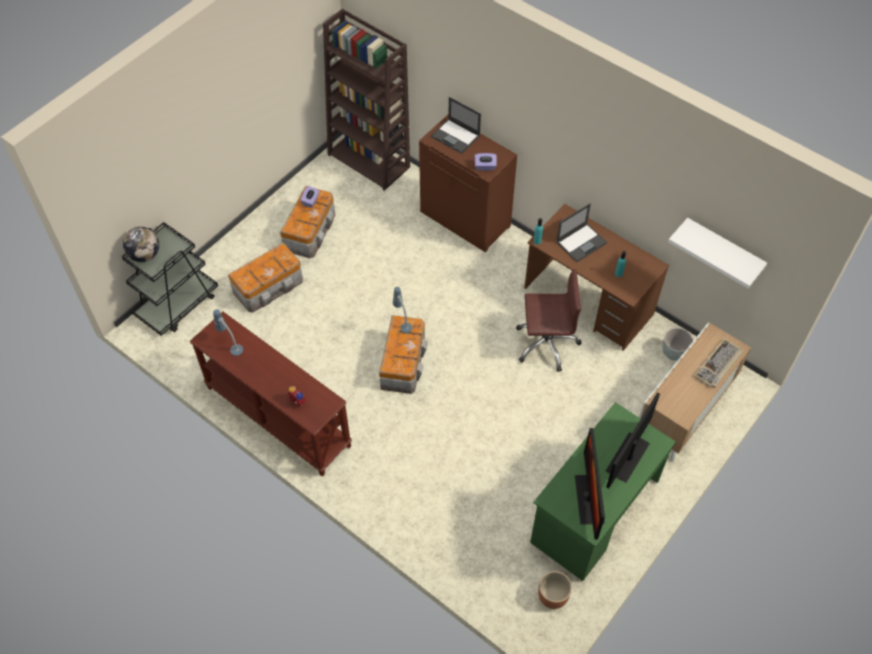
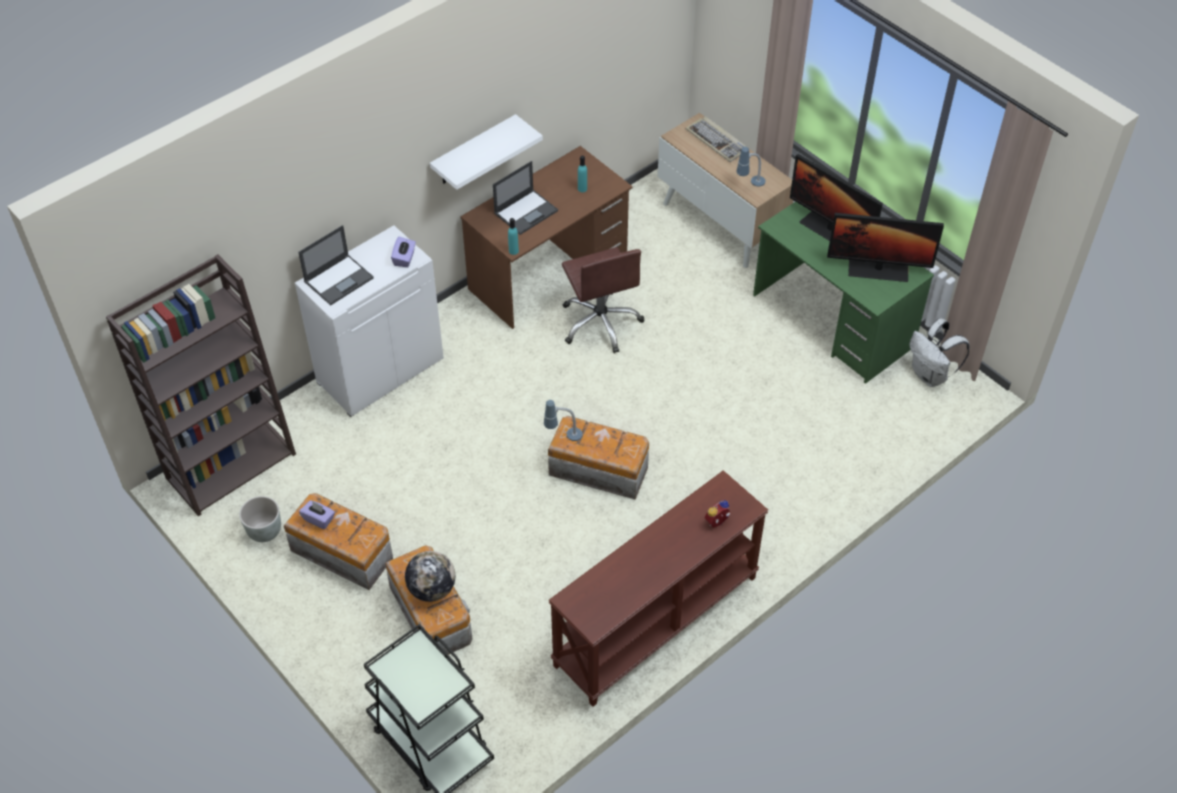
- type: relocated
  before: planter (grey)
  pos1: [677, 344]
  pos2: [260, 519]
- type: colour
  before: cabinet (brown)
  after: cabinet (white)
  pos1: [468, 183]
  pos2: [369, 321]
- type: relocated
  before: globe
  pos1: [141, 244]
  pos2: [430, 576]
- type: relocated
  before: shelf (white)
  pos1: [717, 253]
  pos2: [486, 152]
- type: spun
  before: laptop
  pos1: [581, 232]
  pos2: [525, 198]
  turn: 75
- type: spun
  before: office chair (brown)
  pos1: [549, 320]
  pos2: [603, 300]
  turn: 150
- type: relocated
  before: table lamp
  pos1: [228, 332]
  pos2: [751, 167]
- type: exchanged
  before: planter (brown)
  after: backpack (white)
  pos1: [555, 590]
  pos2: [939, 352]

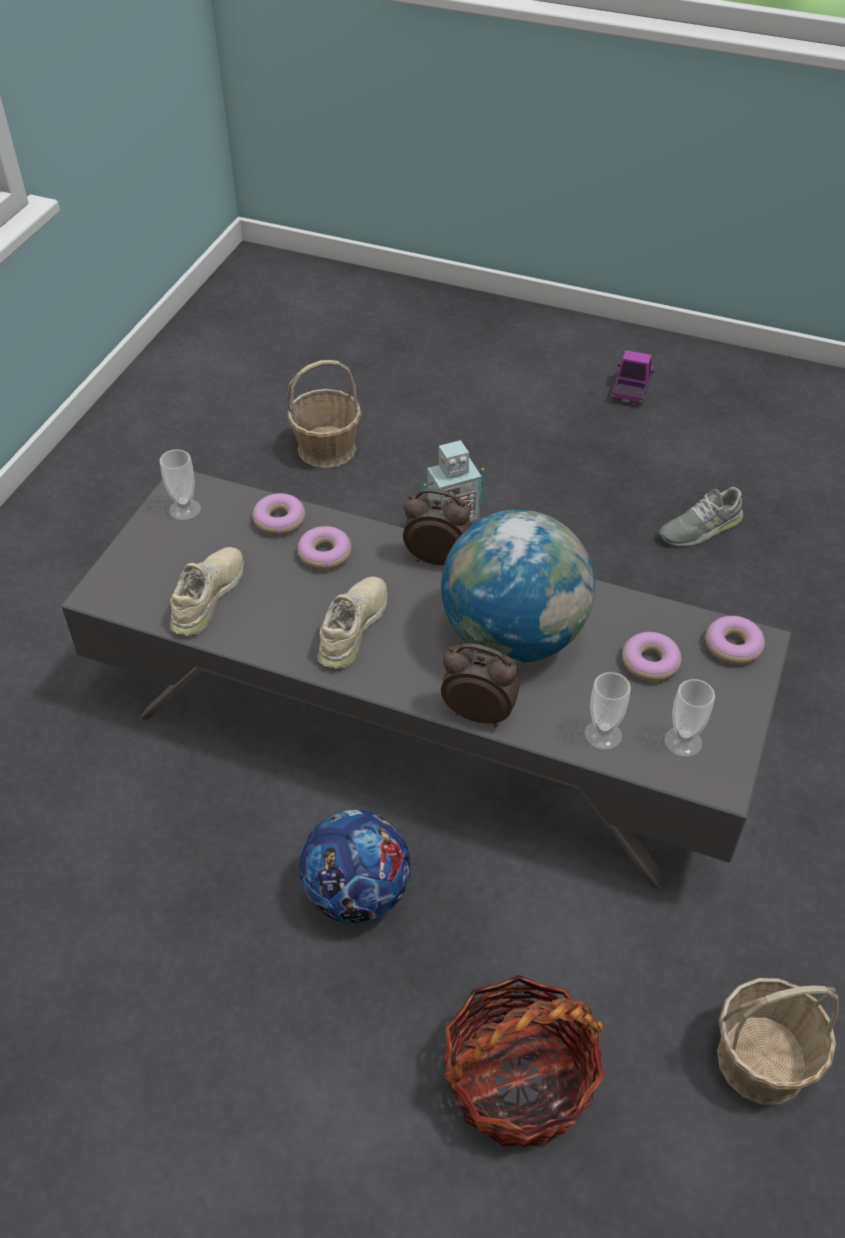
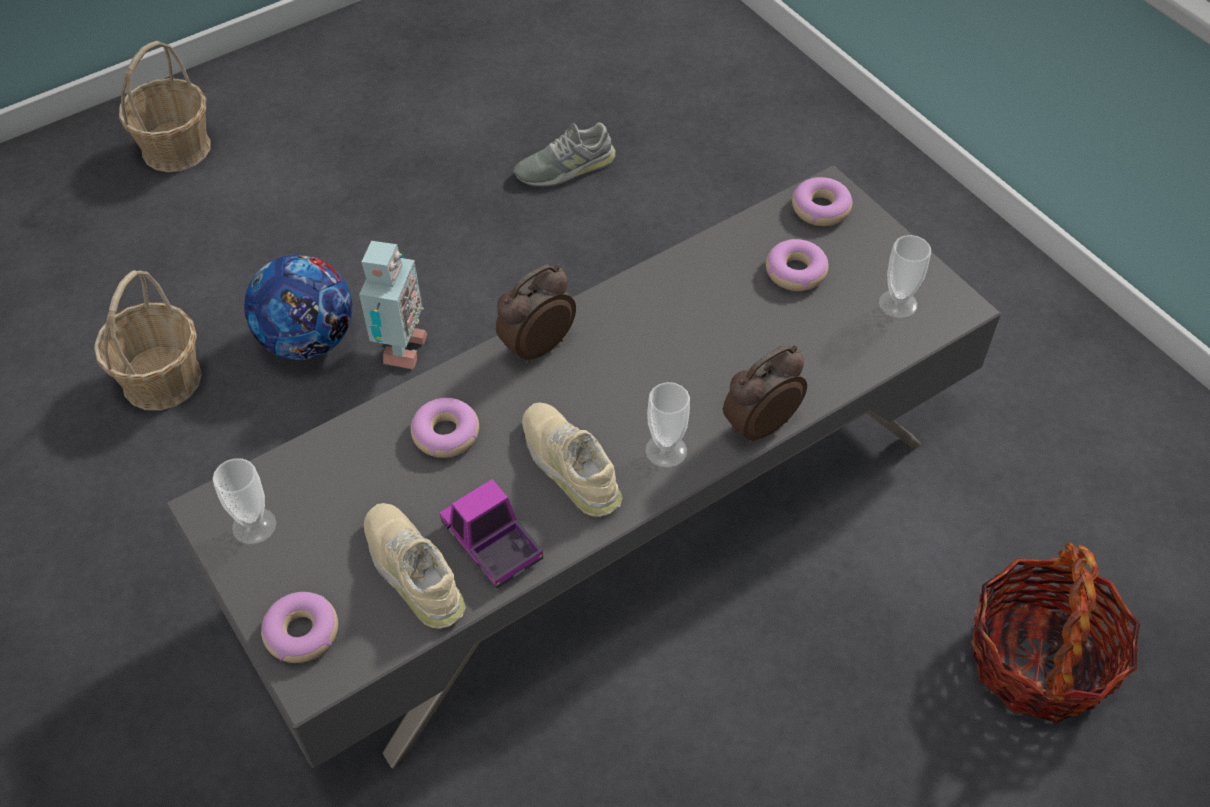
- type: relocated
  before: basket
  pos1: [778, 1041]
  pos2: [165, 106]
- type: relocated
  before: football
  pos1: [355, 866]
  pos2: [298, 307]
- type: relocated
  before: donut
  pos1: [279, 514]
  pos2: [299, 627]
- type: relocated
  before: toy truck
  pos1: [632, 377]
  pos2: [491, 534]
- type: spun
  before: shoe (grey)
  pos1: [700, 517]
  pos2: [564, 154]
  turn: 60
- type: relocated
  before: cup
  pos1: [607, 711]
  pos2: [667, 425]
- type: missing
  before: globe
  pos1: [518, 586]

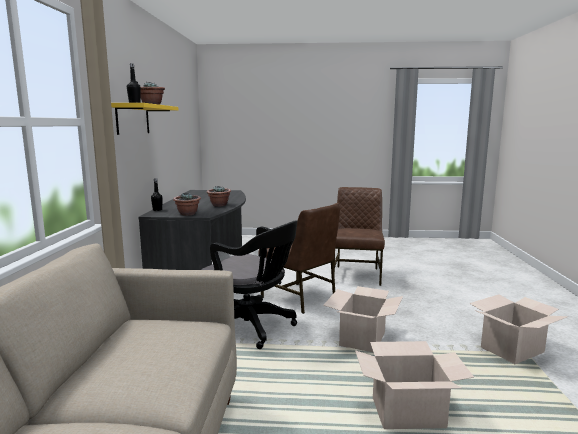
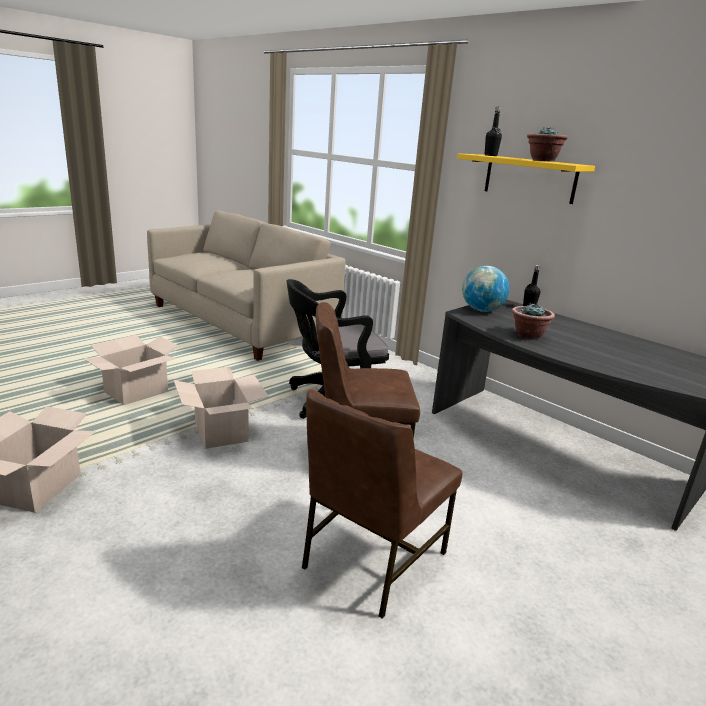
- type: spun
  before: chair (brown)
  pos1: [359, 236]
  pos2: [382, 504]
  turn: 75
- type: exchanged
  before: potted plant
  after: globe
  pos1: [187, 204]
  pos2: [485, 289]

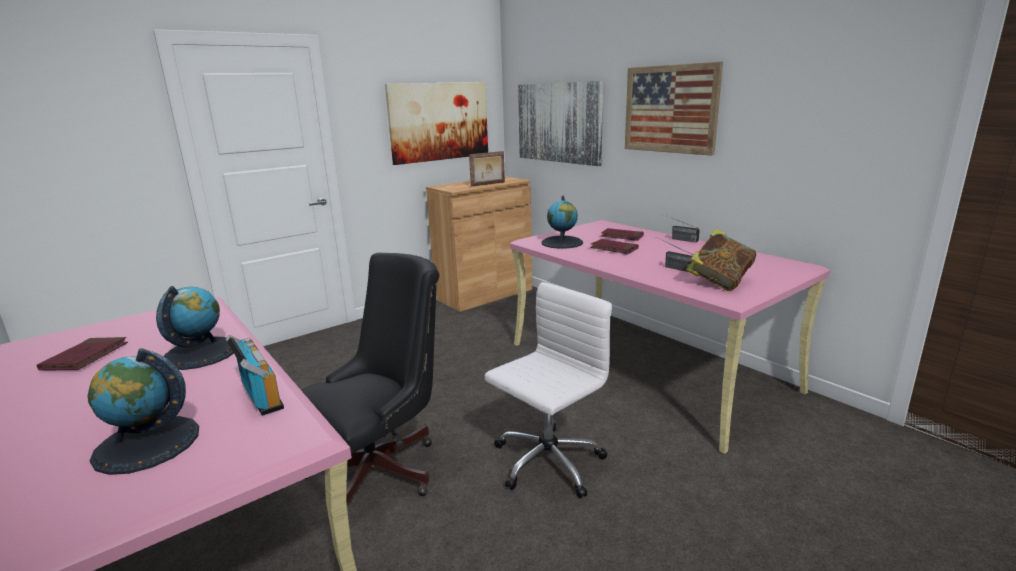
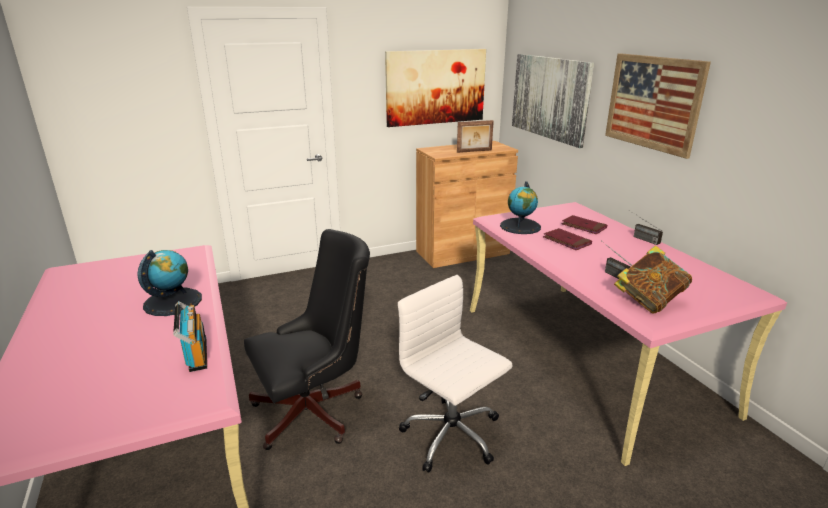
- type: spun
  before: office chair (white)
  pos1: [548, 390]
  pos2: [455, 374]
  turn: -105
- type: missing
  before: book (red)
  pos1: [82, 354]
- type: missing
  before: globe
  pos1: [143, 412]

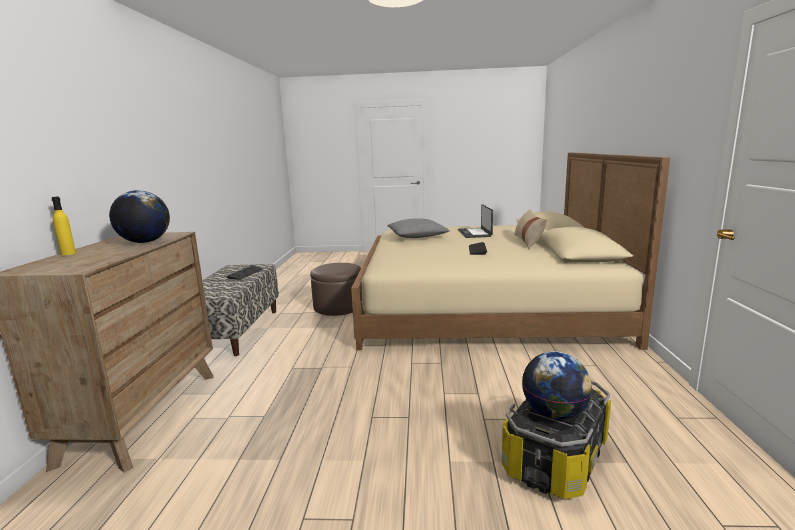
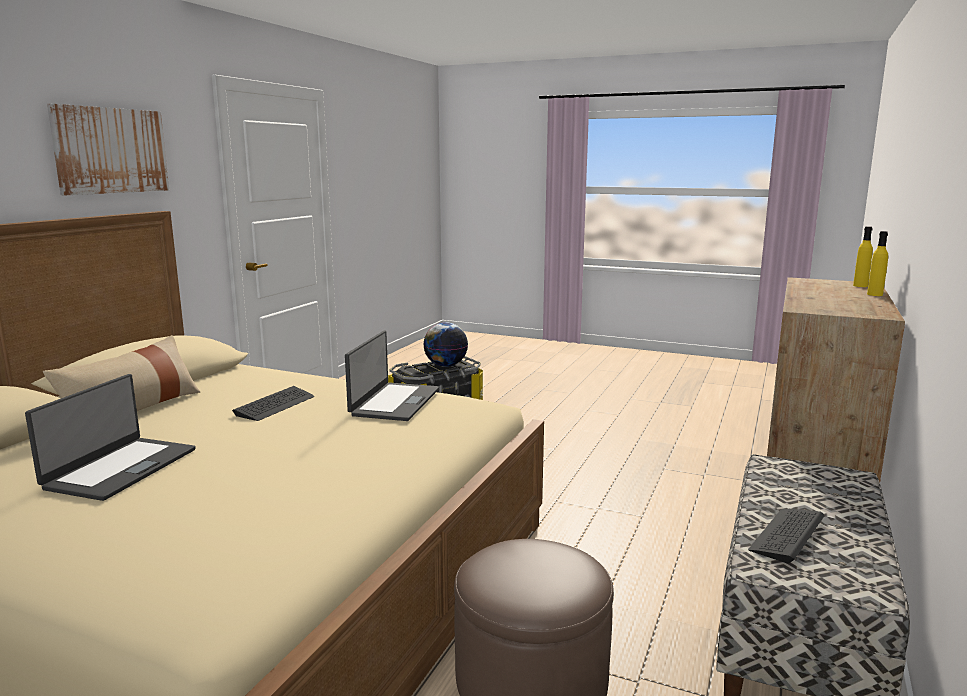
- type: appeared
  after: picture
  pos2: [108, 149]
- type: appeared
  after: laptop
  pos2: [392, 376]
- type: appeared
  after: bottle (yellow)
  pos2: [863, 256]
- type: missing
  before: globe
  pos1: [139, 216]
- type: missing
  before: pillow (grey)
  pos1: [418, 228]

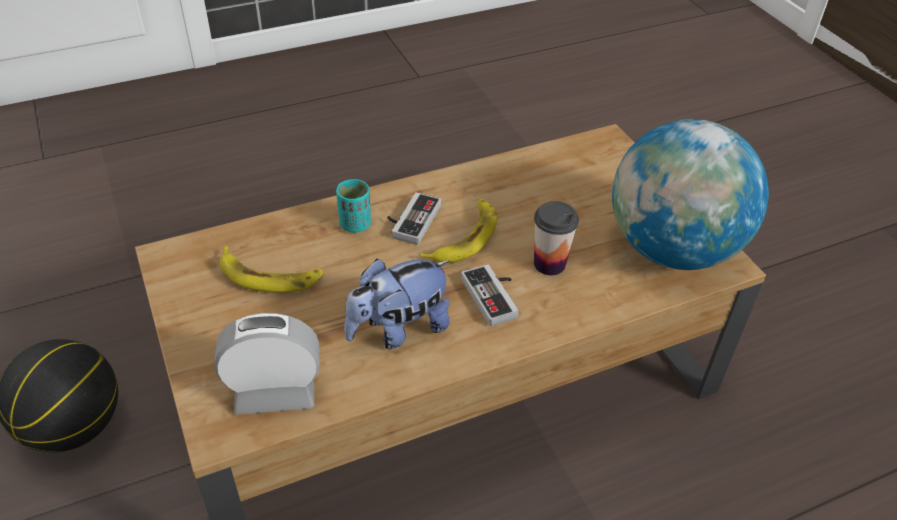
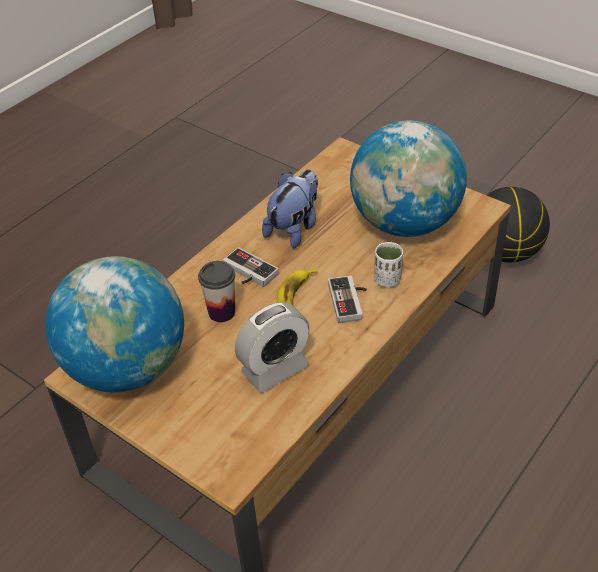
- type: relocated
  before: alarm clock
  pos1: [267, 364]
  pos2: [272, 347]
- type: exchanged
  before: banana
  after: globe
  pos1: [272, 269]
  pos2: [408, 178]
- type: colour
  before: cup (turquoise)
  after: cup (white)
  pos1: [353, 205]
  pos2: [388, 264]

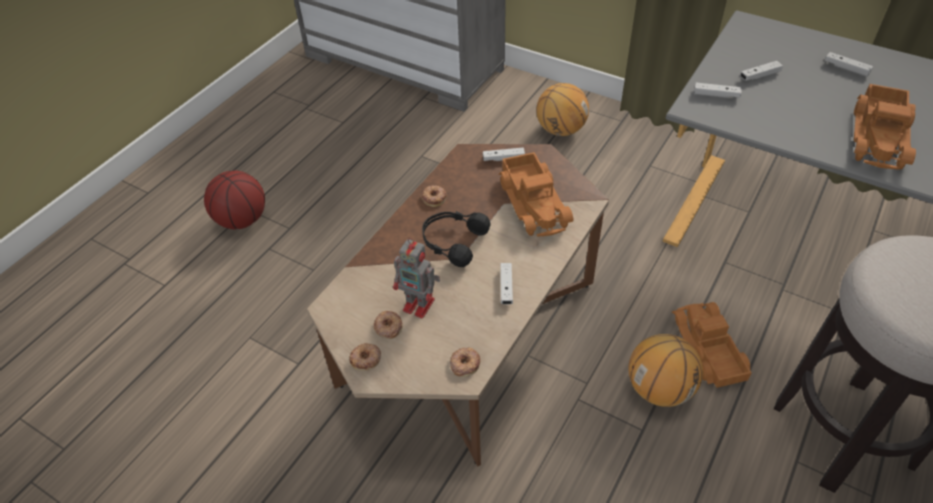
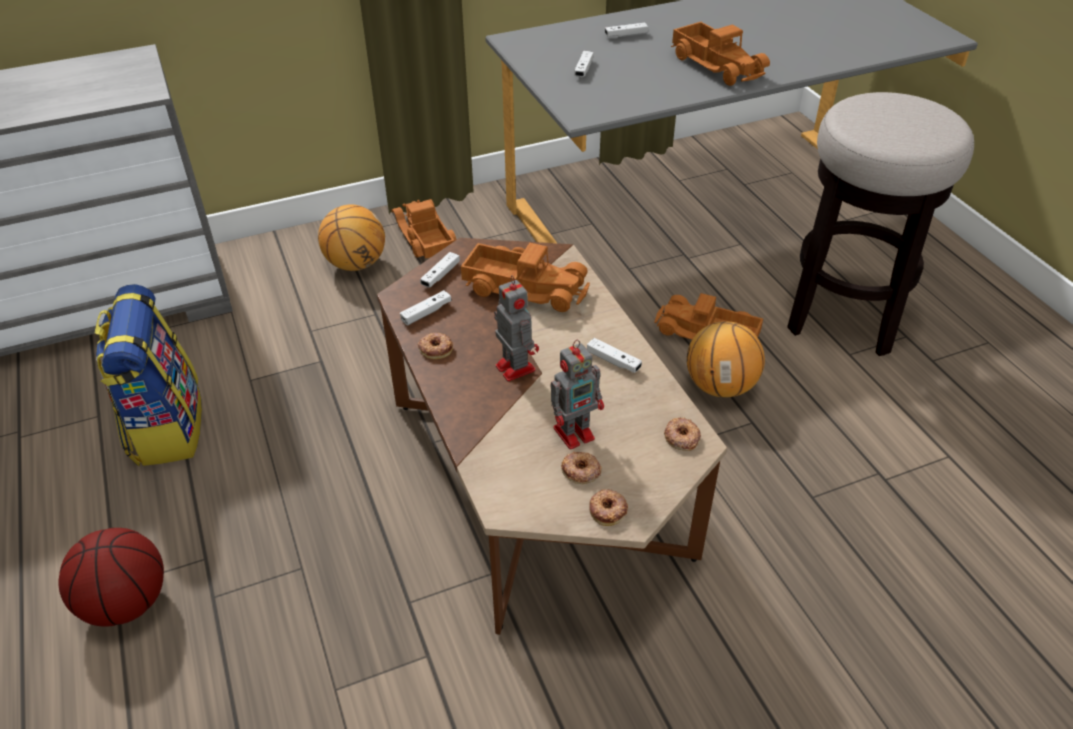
- type: appeared
  after: backpack
  pos2: [148, 375]
- type: appeared
  after: toy truck
  pos2: [423, 229]
- type: relocated
  before: game controller (white)
  pos1: [717, 90]
  pos2: [426, 307]
- type: exchanged
  before: headphones (black)
  after: toy robot
  pos1: [456, 239]
  pos2: [516, 328]

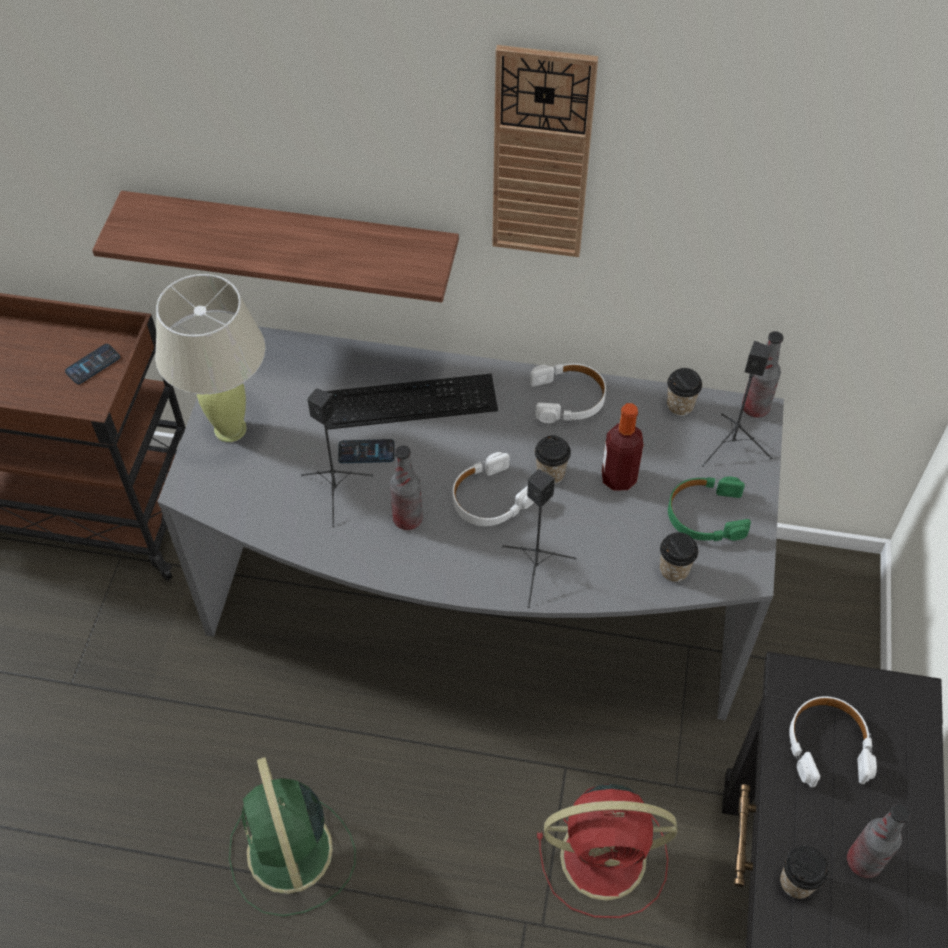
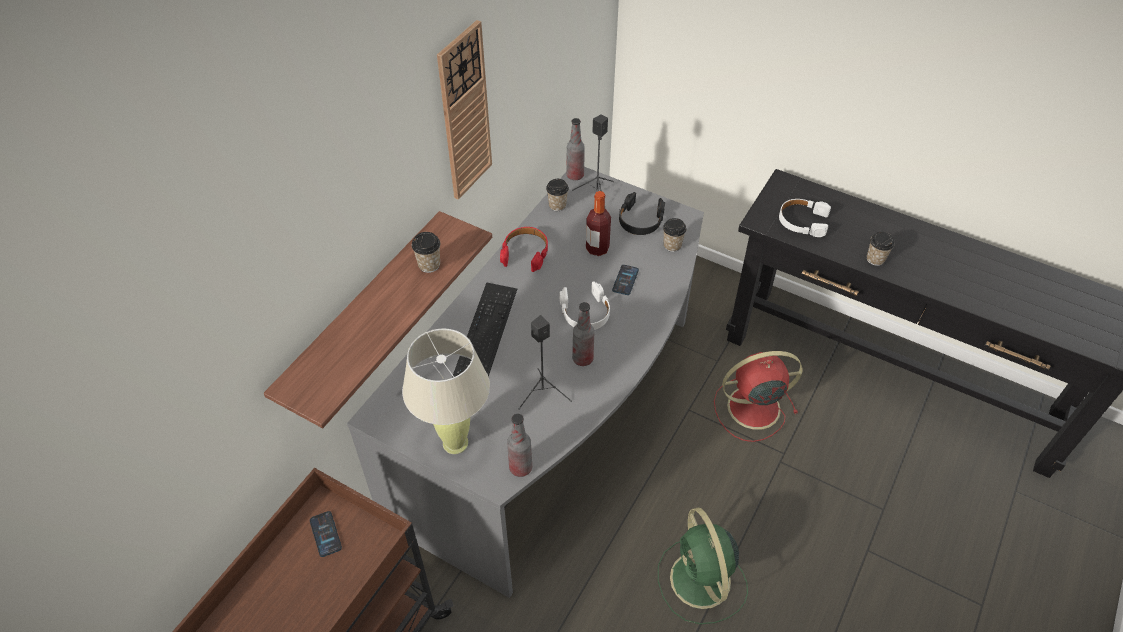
- type: relocated
  before: cup
  pos1: [553, 460]
  pos2: [426, 252]
- type: colour
  before: headphones (white)
  after: headphones (red)
  pos1: [568, 393]
  pos2: [524, 249]
- type: relocated
  before: bottle
  pos1: [878, 841]
  pos2: [519, 445]
- type: relocated
  before: phone
  pos1: [366, 451]
  pos2: [625, 280]
- type: colour
  before: headphones (green)
  after: headphones (black)
  pos1: [709, 508]
  pos2: [642, 213]
- type: spun
  before: fan (green)
  pos1: [292, 836]
  pos2: [703, 566]
  turn: 75
- type: spun
  before: fan (red)
  pos1: [607, 851]
  pos2: [758, 396]
  turn: -120
- type: missing
  before: speaker (black)
  pos1: [539, 538]

